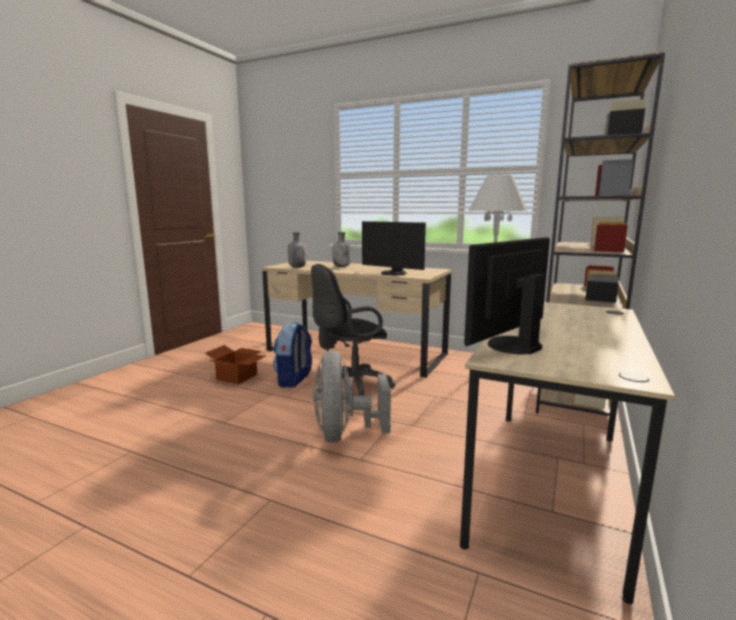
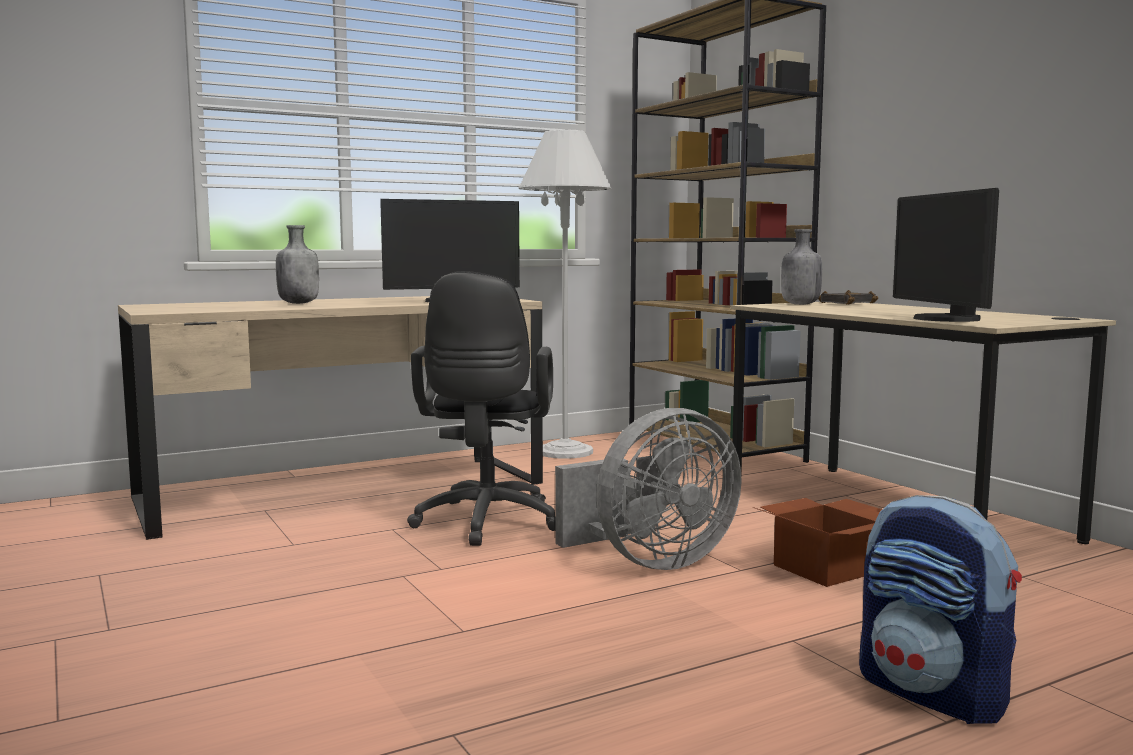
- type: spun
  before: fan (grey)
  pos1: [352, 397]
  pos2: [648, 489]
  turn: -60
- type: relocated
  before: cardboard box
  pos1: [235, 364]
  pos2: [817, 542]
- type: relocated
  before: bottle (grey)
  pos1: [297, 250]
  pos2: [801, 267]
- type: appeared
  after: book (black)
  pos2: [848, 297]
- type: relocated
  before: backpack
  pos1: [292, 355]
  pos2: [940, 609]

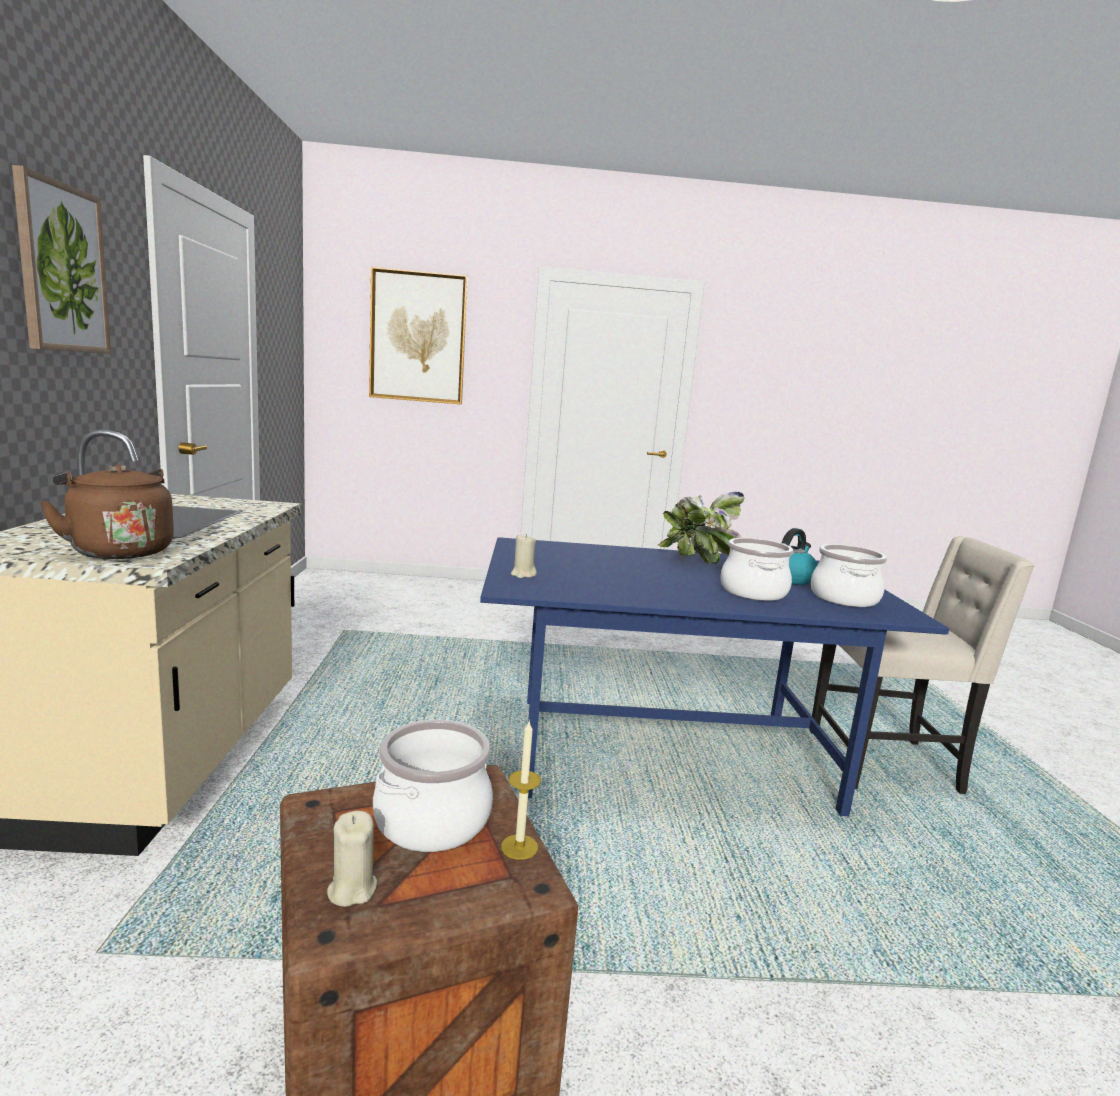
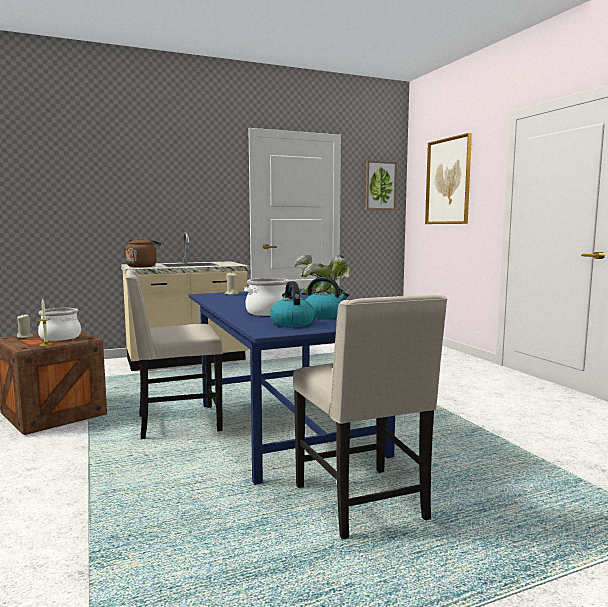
- type: appeared
  after: chair (beige)
  pos2: [174, 354]
- type: exchanged
  before: cooking pot
  after: kettle
  pos1: [849, 575]
  pos2: [292, 304]
- type: relocated
  before: picture
  pos1: [61, 259]
  pos2: [381, 185]

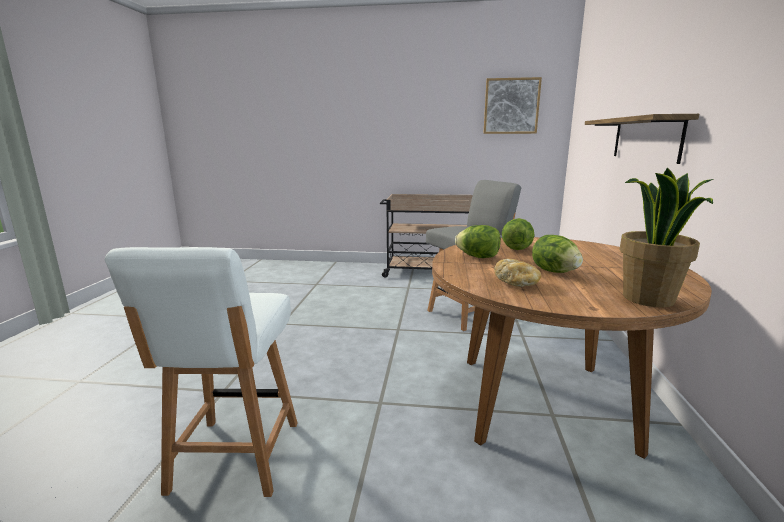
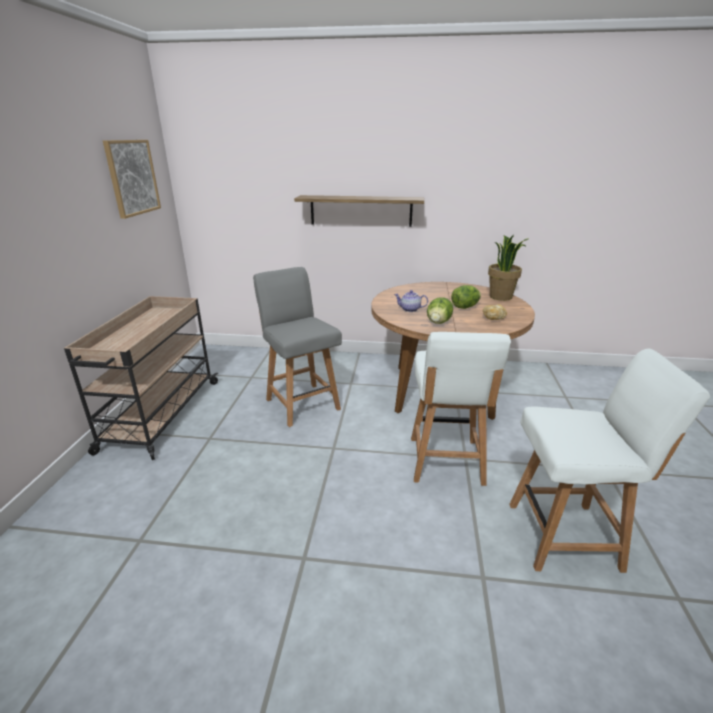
- type: exchanged
  before: lettuce
  after: teapot
  pos1: [518, 234]
  pos2: [411, 301]
- type: appeared
  after: chair (white)
  pos2: [461, 409]

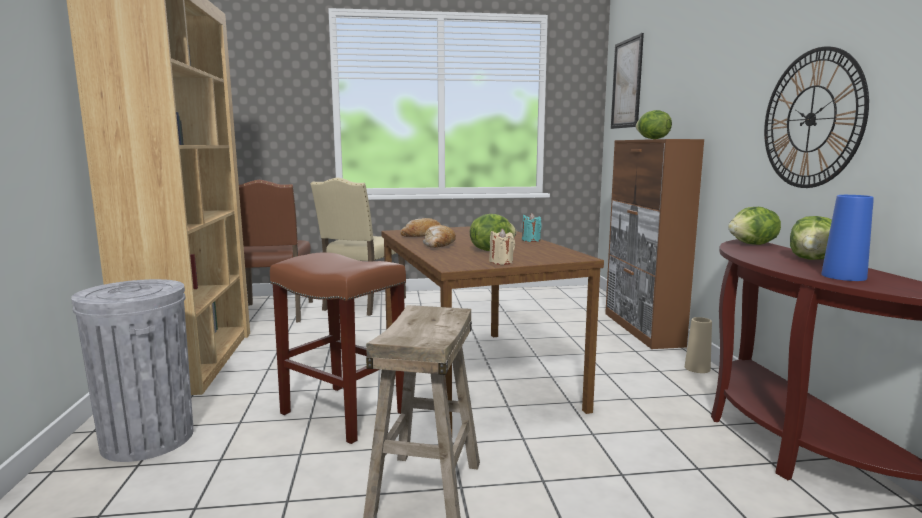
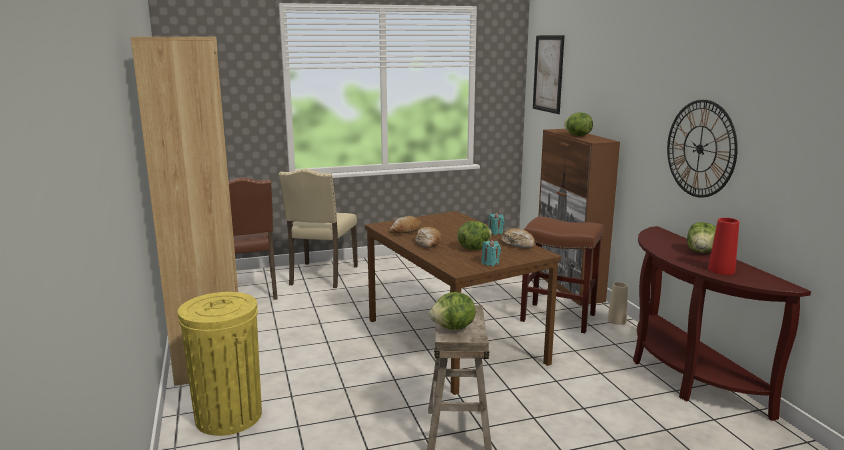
- type: colour
  before: trash can (grey)
  after: trash can (yellow)
  pos1: [132, 370]
  pos2: [220, 364]
- type: relocated
  before: lettuce
  pos1: [754, 226]
  pos2: [452, 311]
- type: colour
  before: candle (beige)
  after: candle (turquoise)
  pos1: [502, 247]
  pos2: [491, 252]
- type: appeared
  after: bread
  pos2: [518, 238]
- type: relocated
  before: stool (brown)
  pos1: [338, 348]
  pos2: [562, 274]
- type: colour
  before: vase (blue)
  after: vase (red)
  pos1: [847, 238]
  pos2: [723, 246]

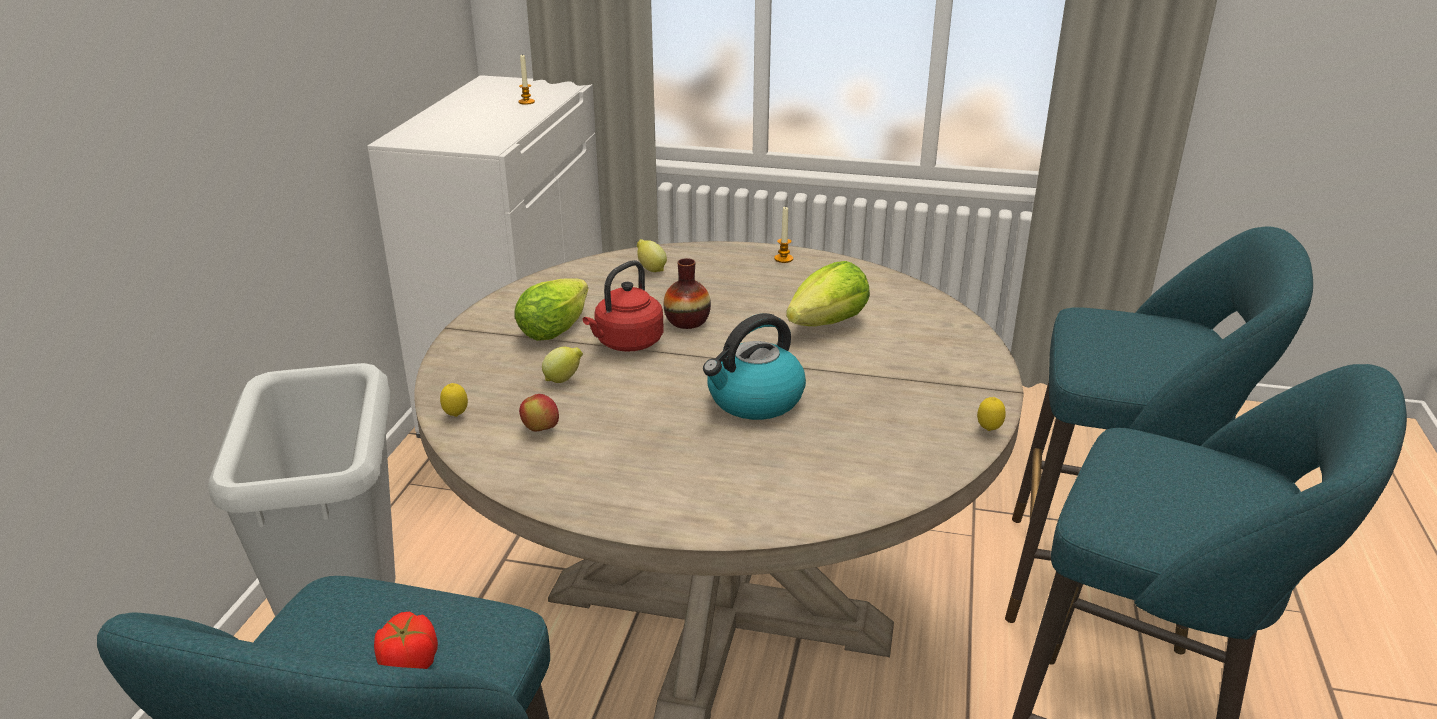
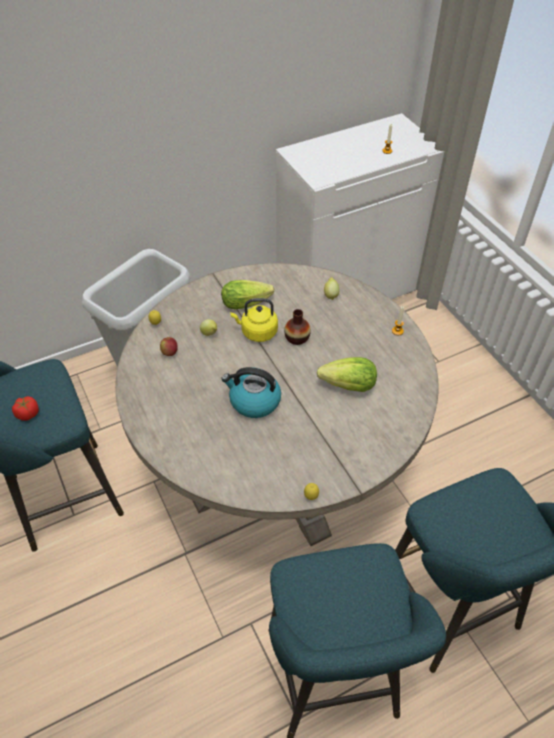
- type: colour
  before: kettle (red)
  after: kettle (yellow)
  pos1: [623, 306]
  pos2: [254, 320]

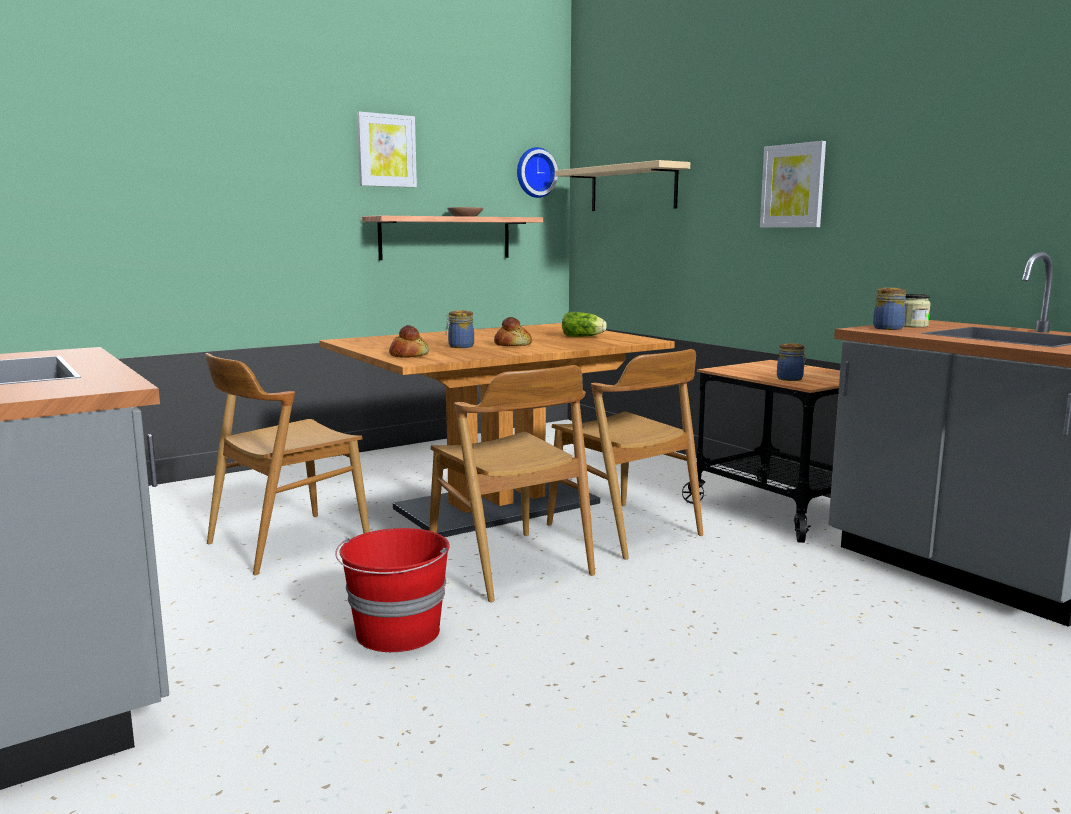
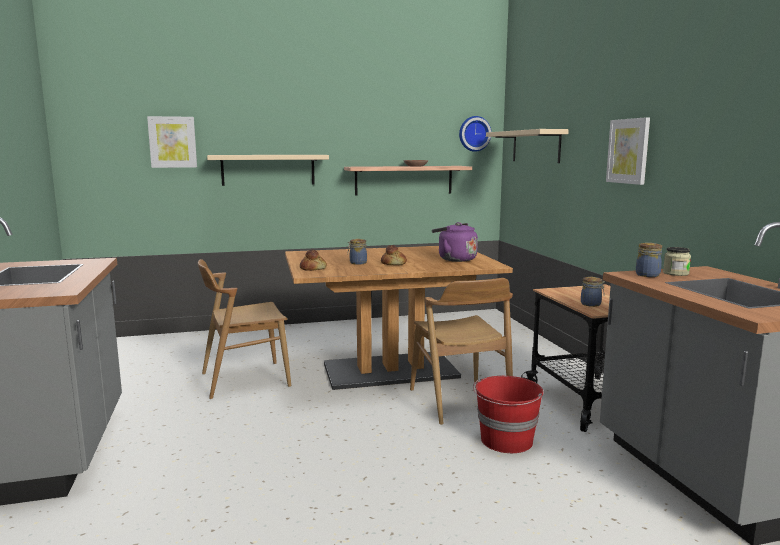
- type: relocated
  before: picture
  pos1: [387, 149]
  pos2: [172, 142]
- type: appeared
  after: shelf (beige)
  pos2: [268, 170]
- type: exchanged
  before: lettuce
  after: kettle (purple)
  pos1: [584, 324]
  pos2: [455, 242]
- type: relocated
  before: bucket (red)
  pos1: [392, 590]
  pos2: [508, 414]
- type: missing
  before: chair (brown)
  pos1: [512, 483]

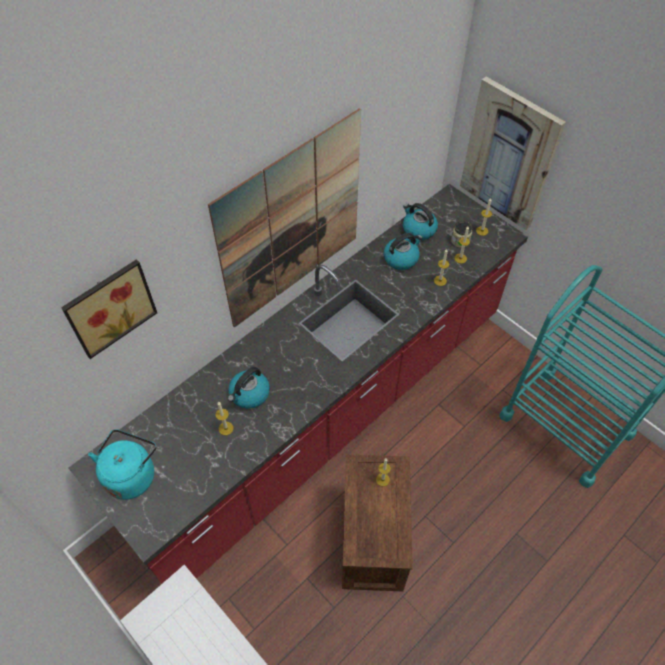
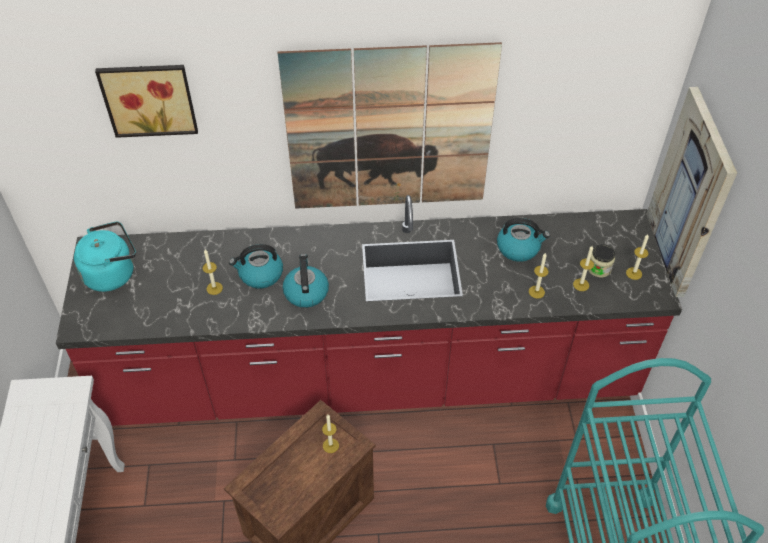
- type: relocated
  before: kettle
  pos1: [420, 221]
  pos2: [306, 281]

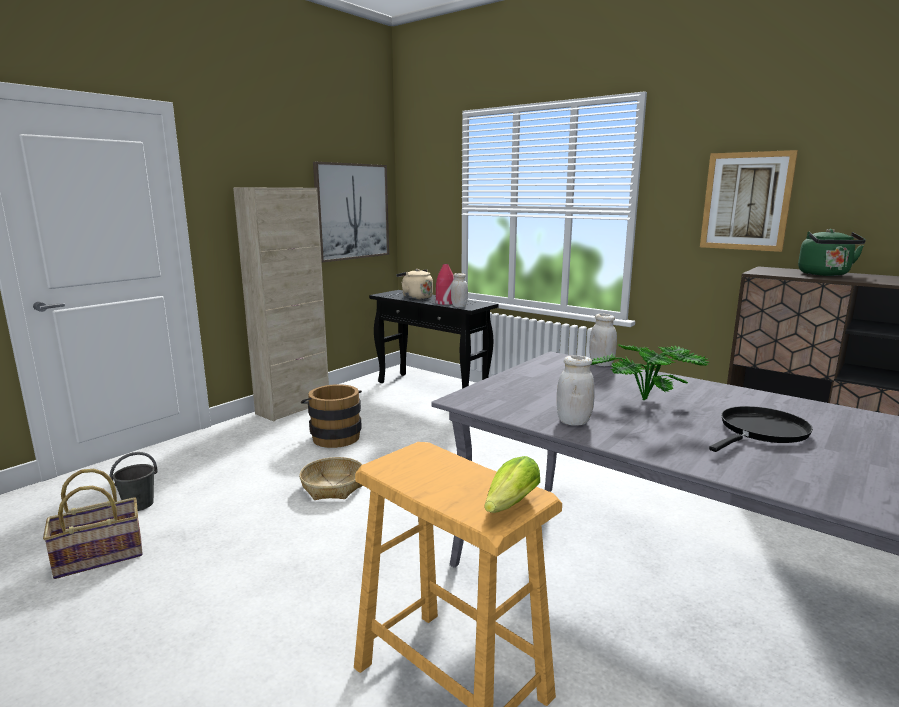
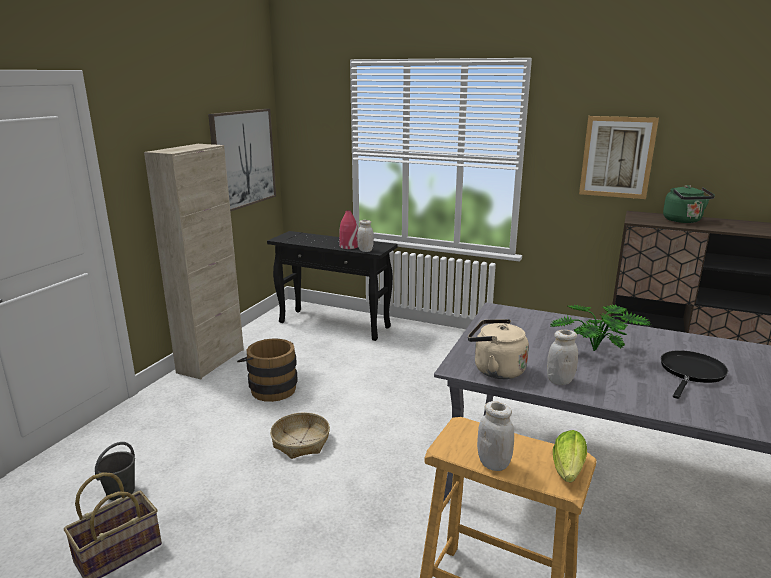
- type: relocated
  before: kettle (beige)
  pos1: [414, 284]
  pos2: [498, 349]
- type: relocated
  before: jar (white)
  pos1: [603, 339]
  pos2: [495, 436]

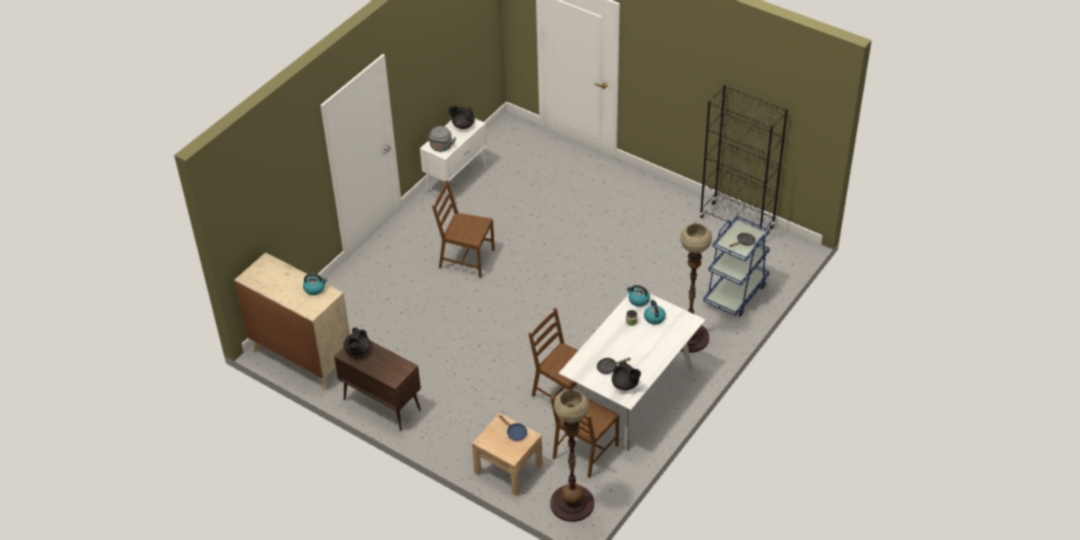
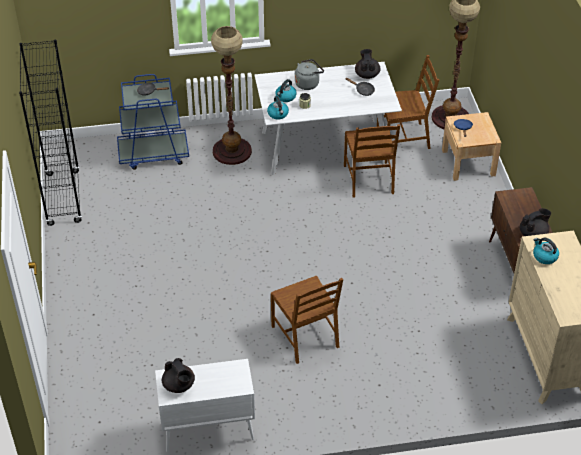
- type: relocated
  before: kettle (grey)
  pos1: [441, 139]
  pos2: [309, 74]

